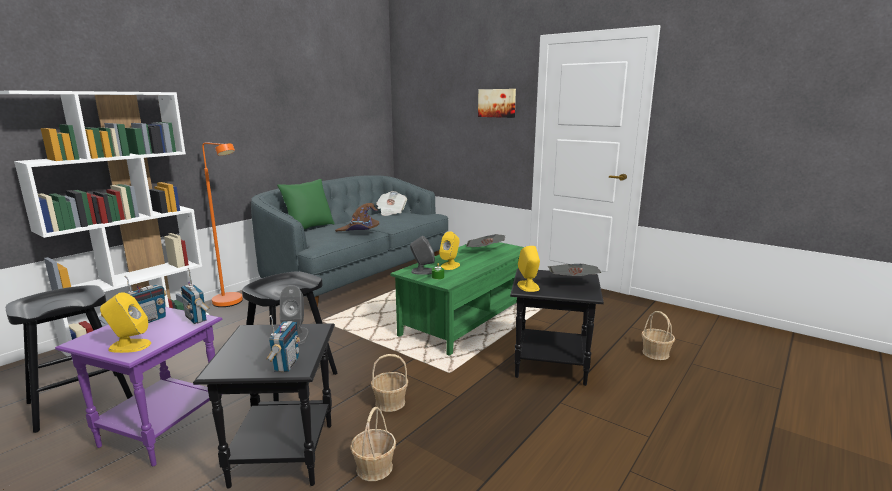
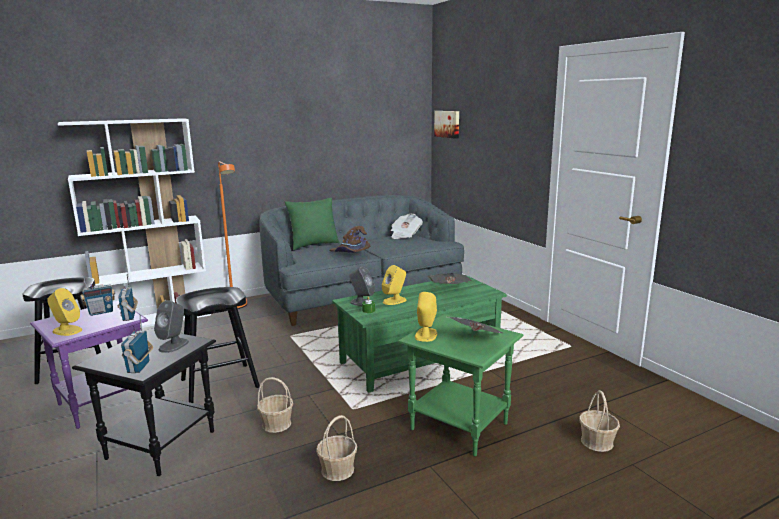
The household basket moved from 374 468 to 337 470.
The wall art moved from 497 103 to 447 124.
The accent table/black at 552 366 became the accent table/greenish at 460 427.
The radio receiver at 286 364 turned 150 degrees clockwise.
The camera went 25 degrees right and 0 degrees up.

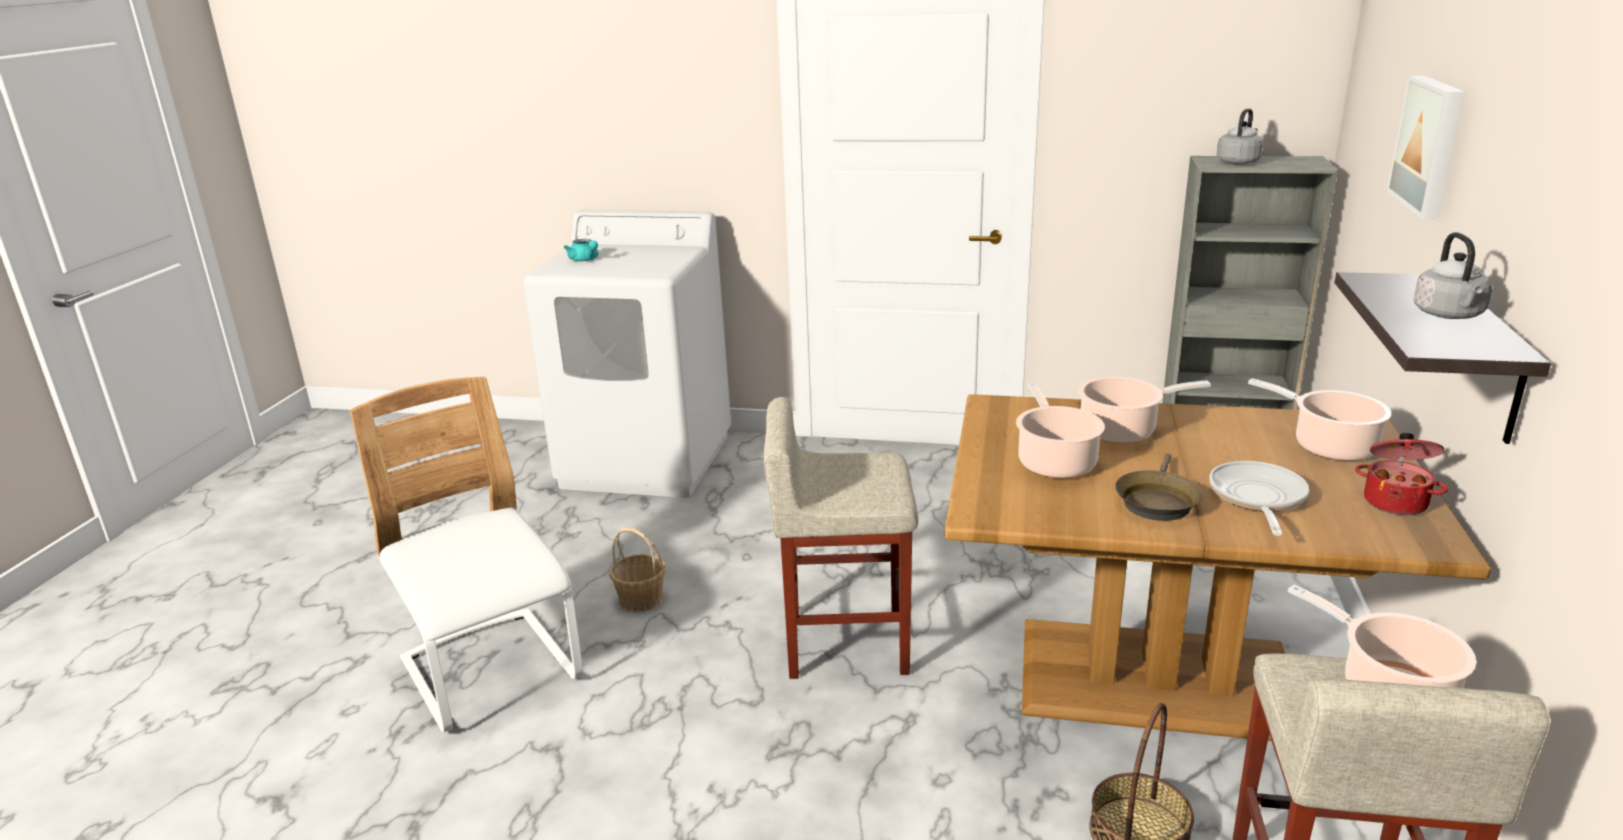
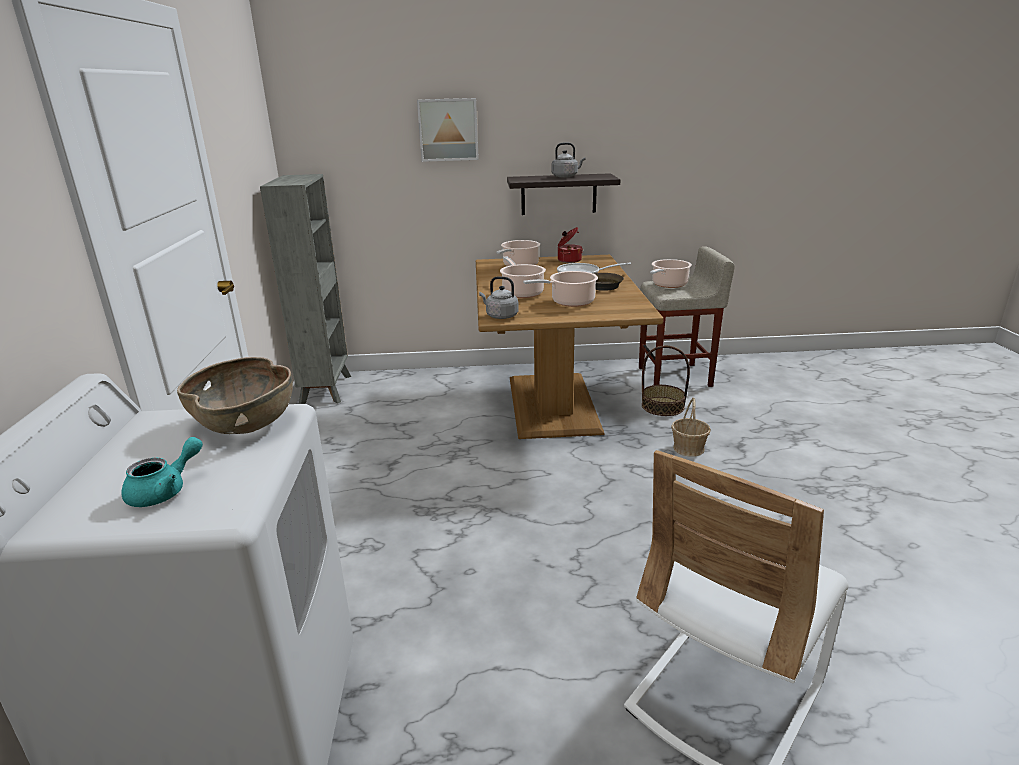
The stool/beige-coloured at 844 642 disappeared.
The deep dish/brown at 246 423 appeared.
The household basket moved from 641 599 to 688 448.
The water kettle/grey moved from 1239 162 to 500 316.
The camera went 105 degrees left and 0 degrees up.

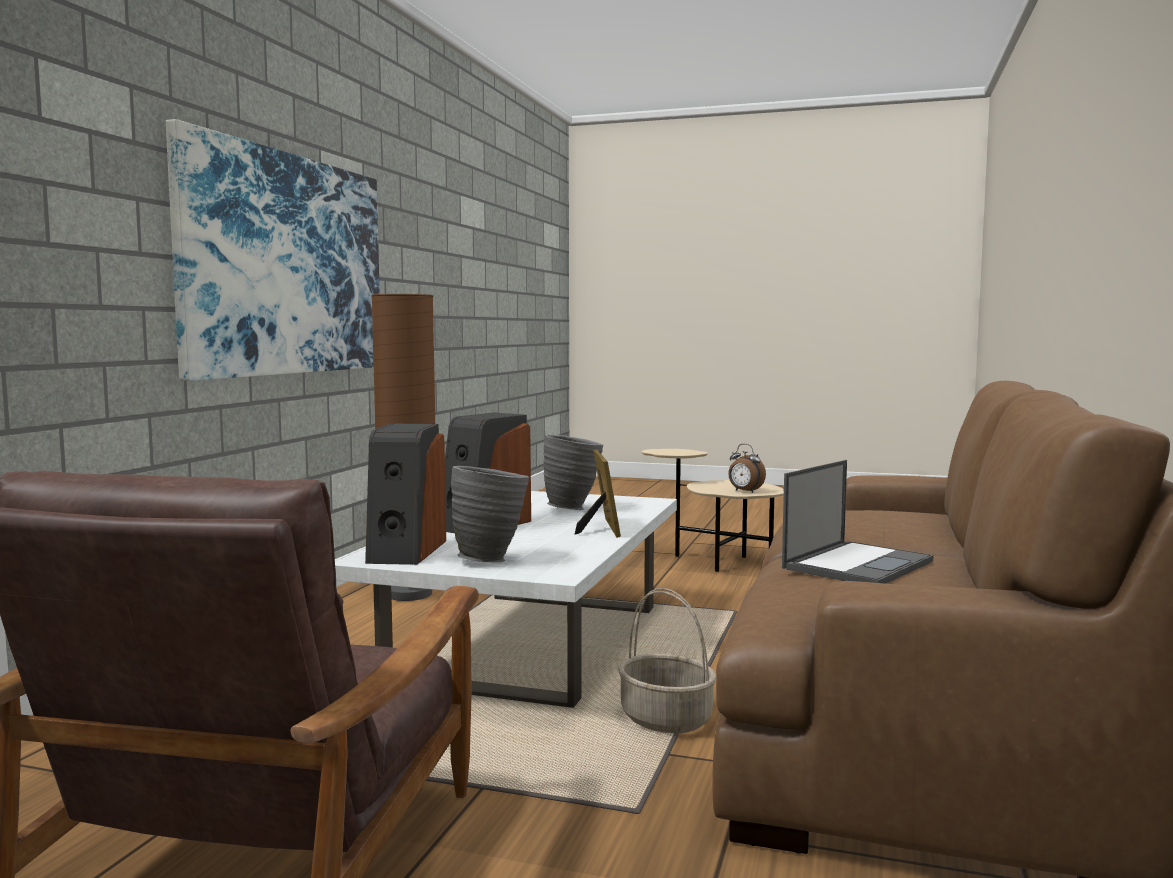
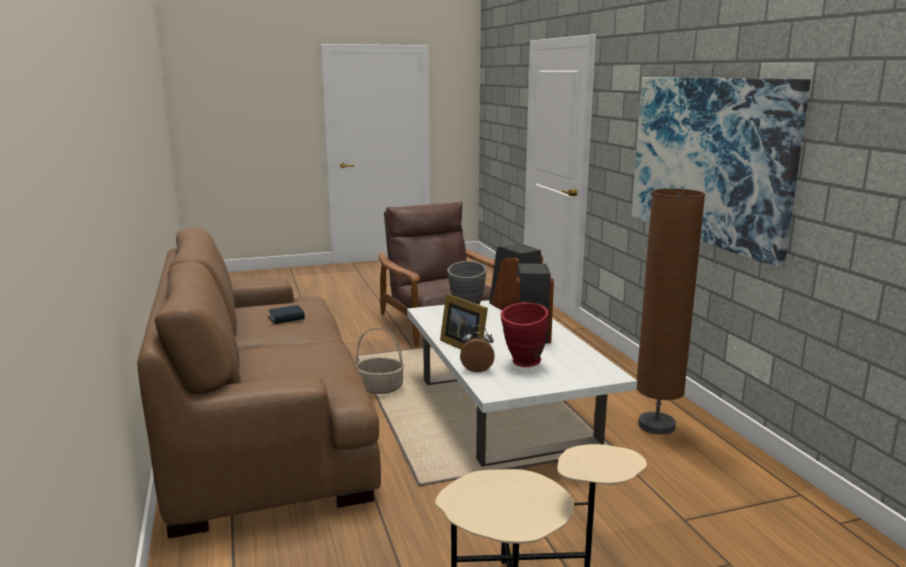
The bedside clock moved from 745 491 to 477 369.
The notebook computer at 858 564 was replaced by the book at 286 318.
The flower vase/grey at 574 508 became the flower vase/red-coloured at 523 364.
The camera went 145 degrees right and 10 degrees up.

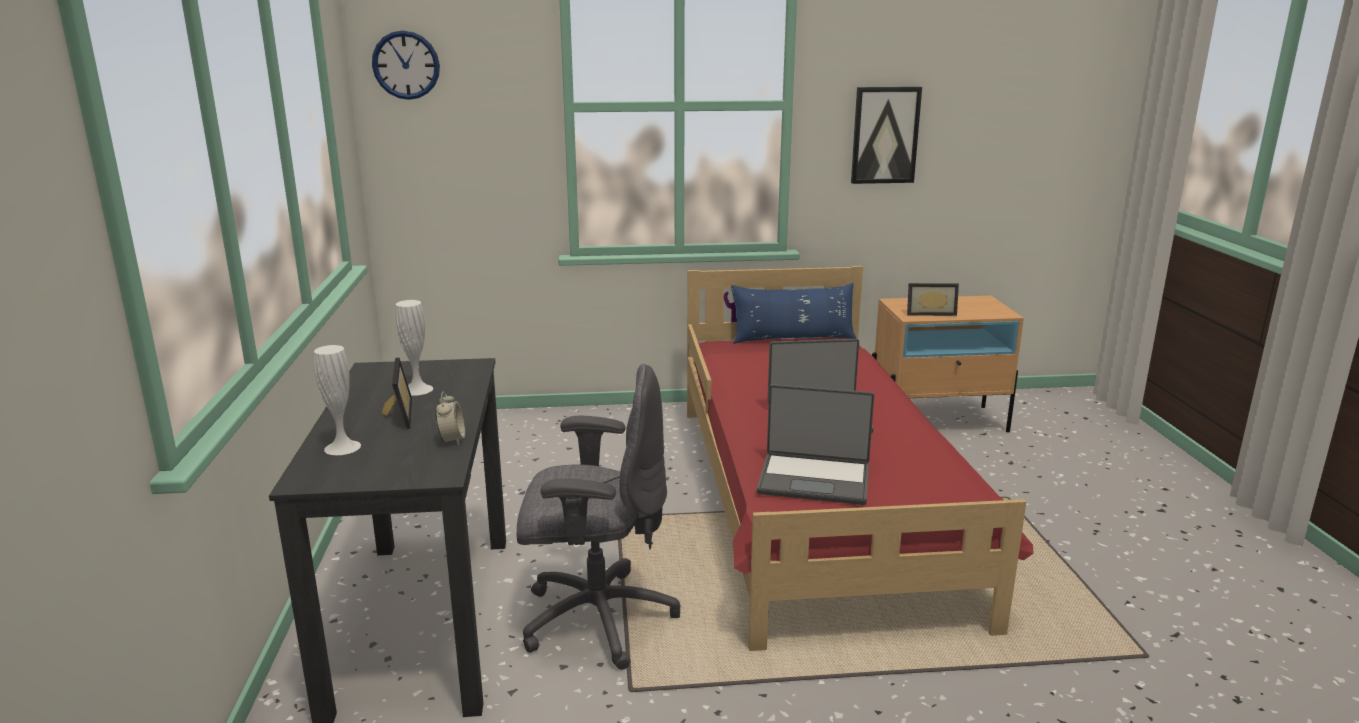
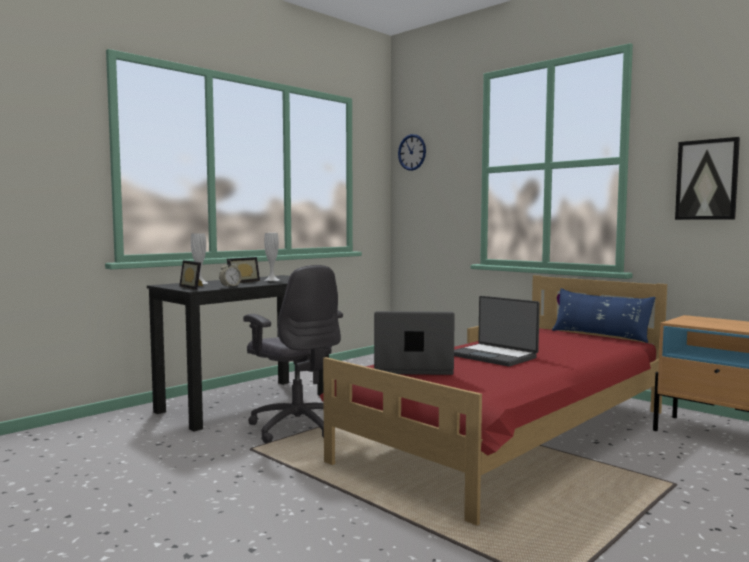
The picture frame moved from 930 313 to 194 287.
The notebook computer at 814 480 turned 120 degrees clockwise.
The camera went 50 degrees right and 15 degrees down.

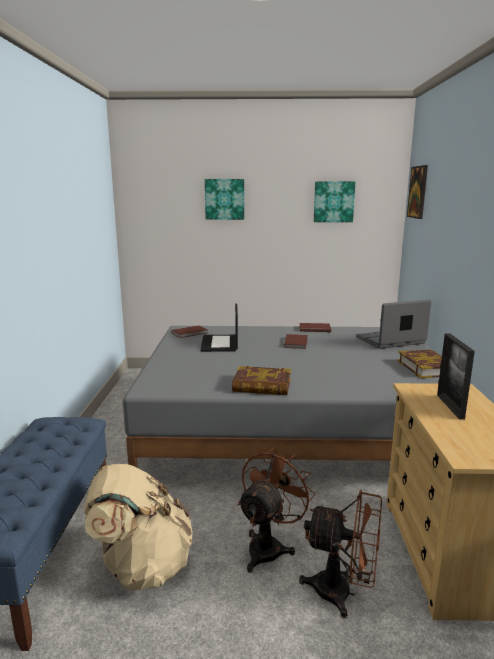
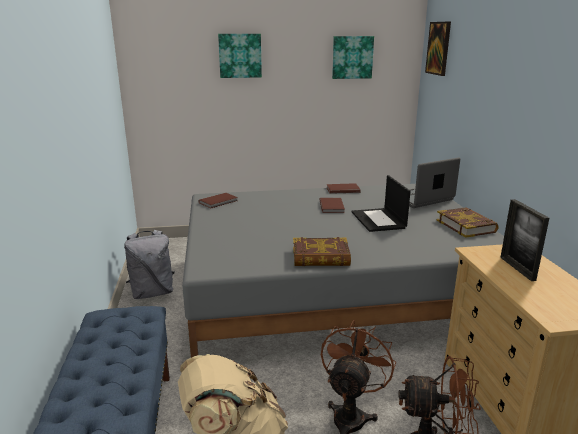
The backpack/grey at 152 293 appeared.
The notebook computer moved from 220 343 to 379 220.
The camera went 10 degrees left and 5 degrees up.

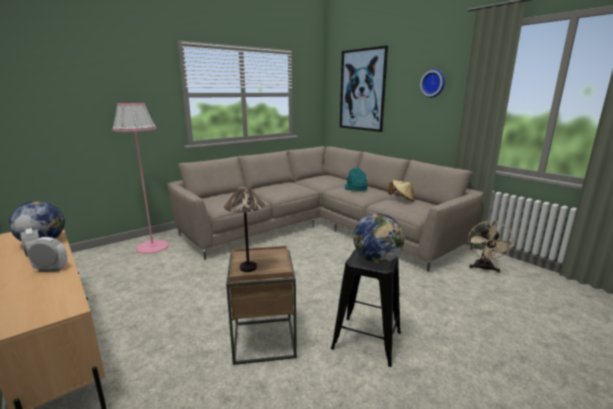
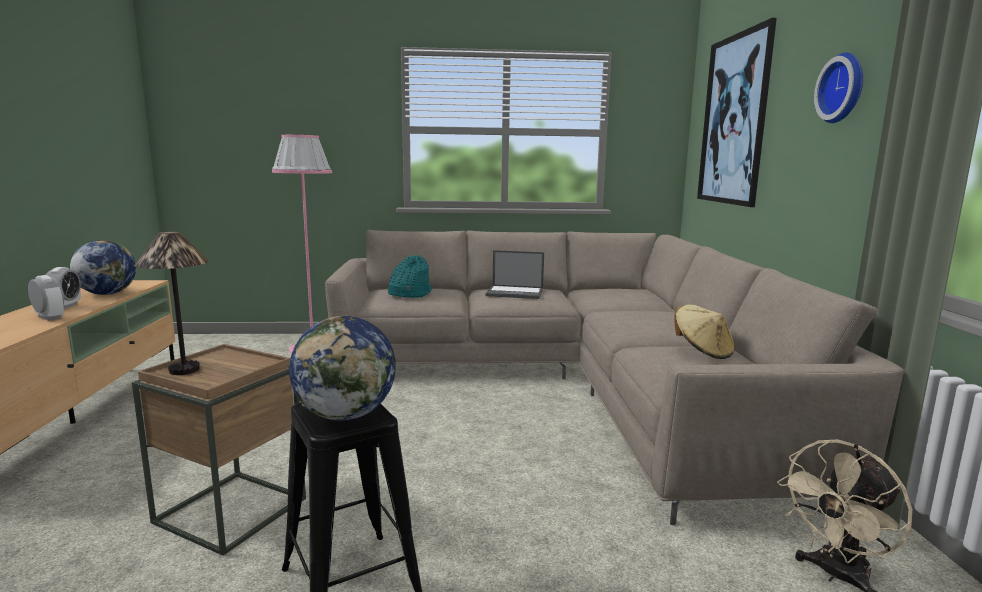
The notebook computer at 515 293 appeared.
The wearable hat/turquoise moved from 356 188 to 409 294.
The camera went 35 degrees right and 5 degrees down.

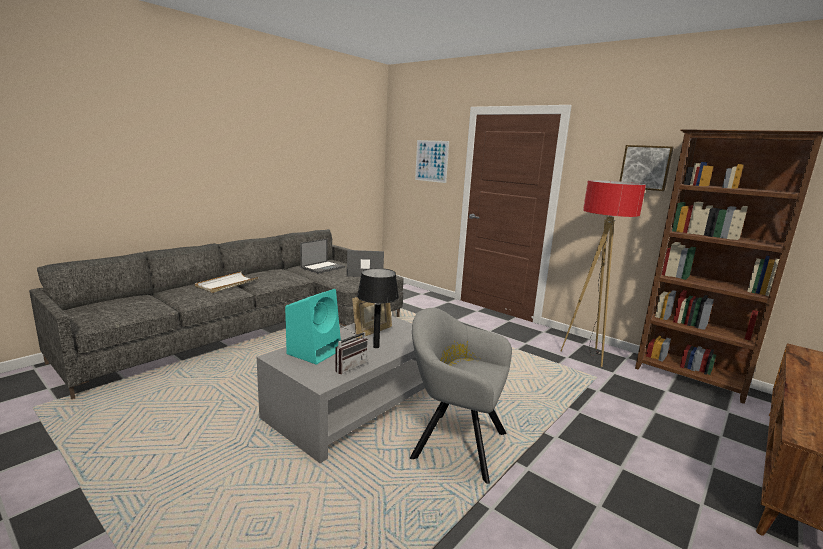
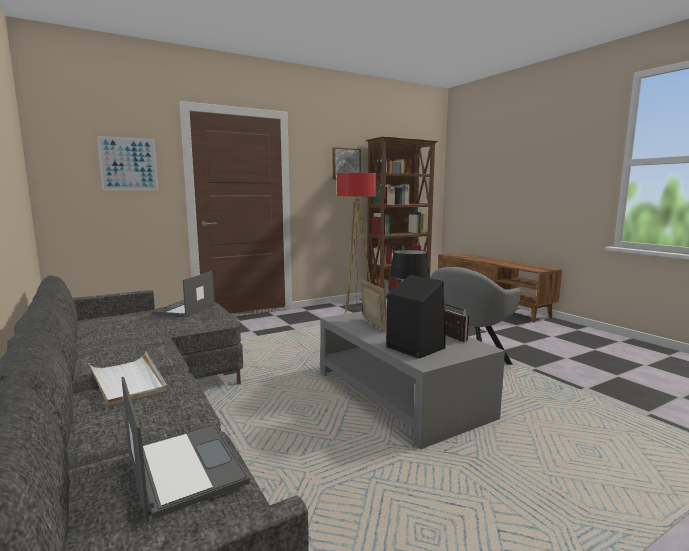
The notebook computer moved from 323 267 to 184 467.
The audio speaker/turquoise at 315 351 became the audio speaker/black at 414 347.
The camera went 70 degrees left and 5 degrees down.

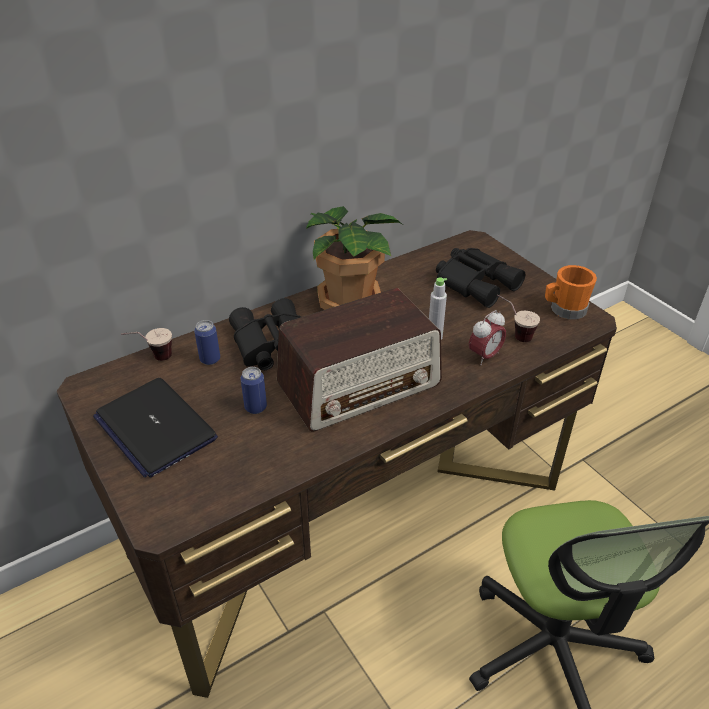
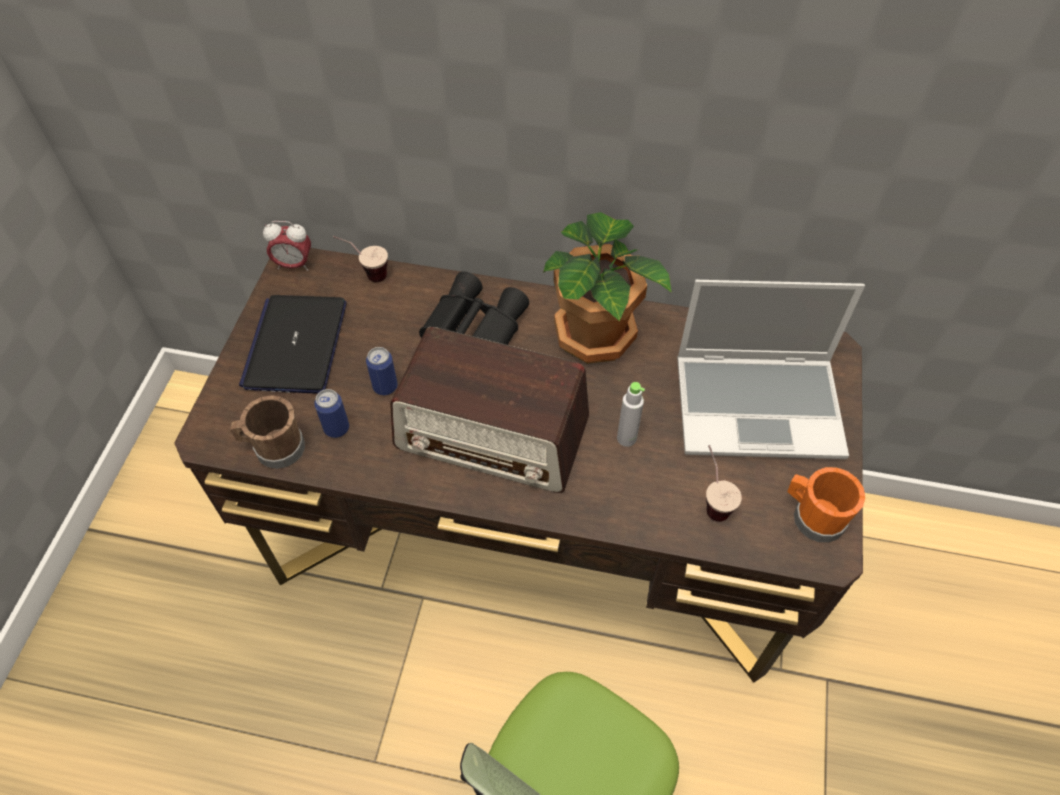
The mug/brown at 274 448 appeared.
The sealed can moved from 210 359 to 336 428.
The bedside clock moved from 484 356 to 294 265.
The pair of binoculars/black at 476 282 was replaced by the notebook computer at 759 406.
The camera went 45 degrees right and 15 degrees up.

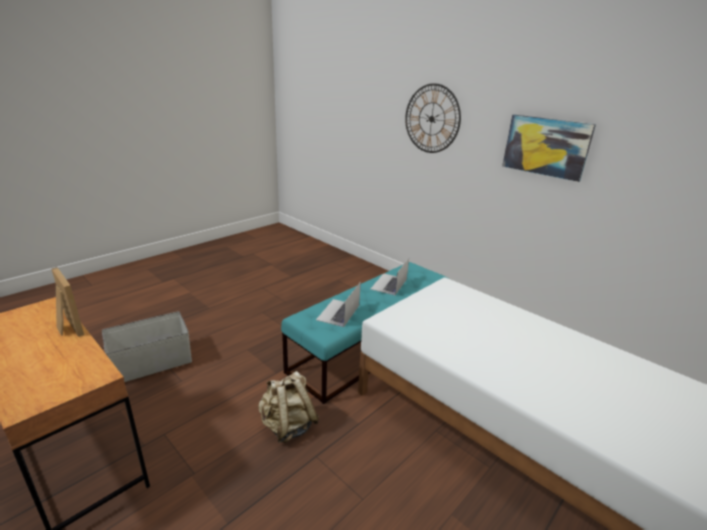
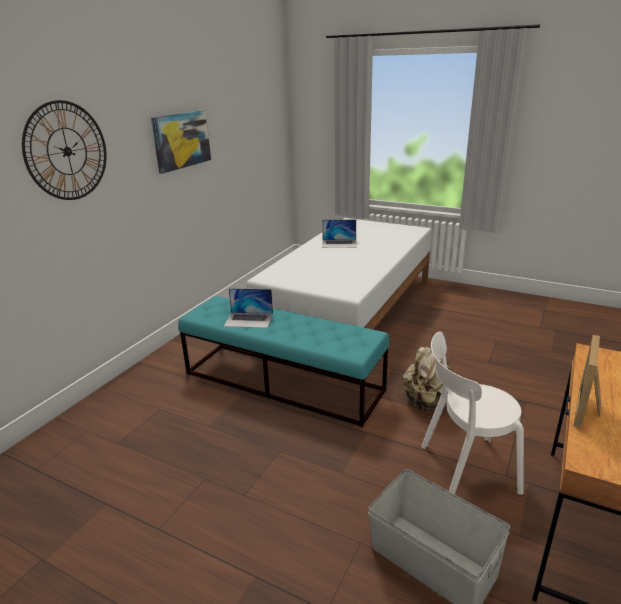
The upright chair/white at 464 468 appeared.
The notebook computer moved from 338 312 to 339 243.
The camera went 105 degrees left and 0 degrees up.

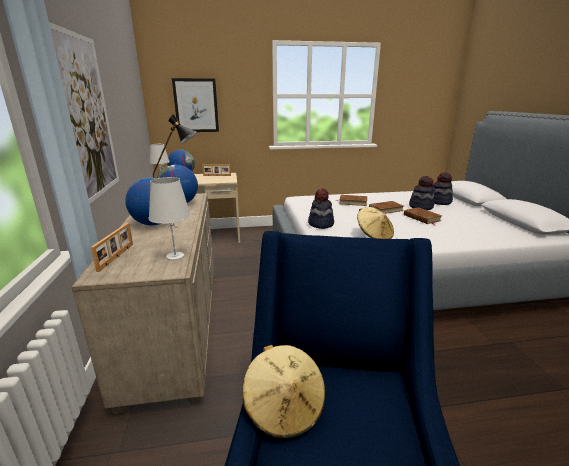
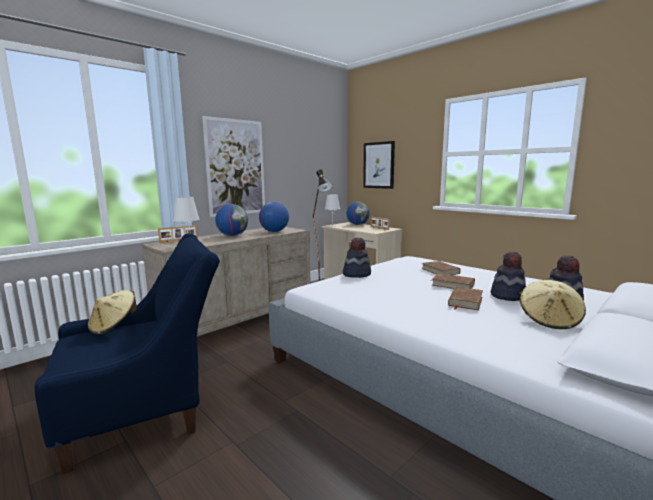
The wearable hat/beige-coloured moved from 374 236 to 550 320.
The camera went 55 degrees right and 10 degrees down.

